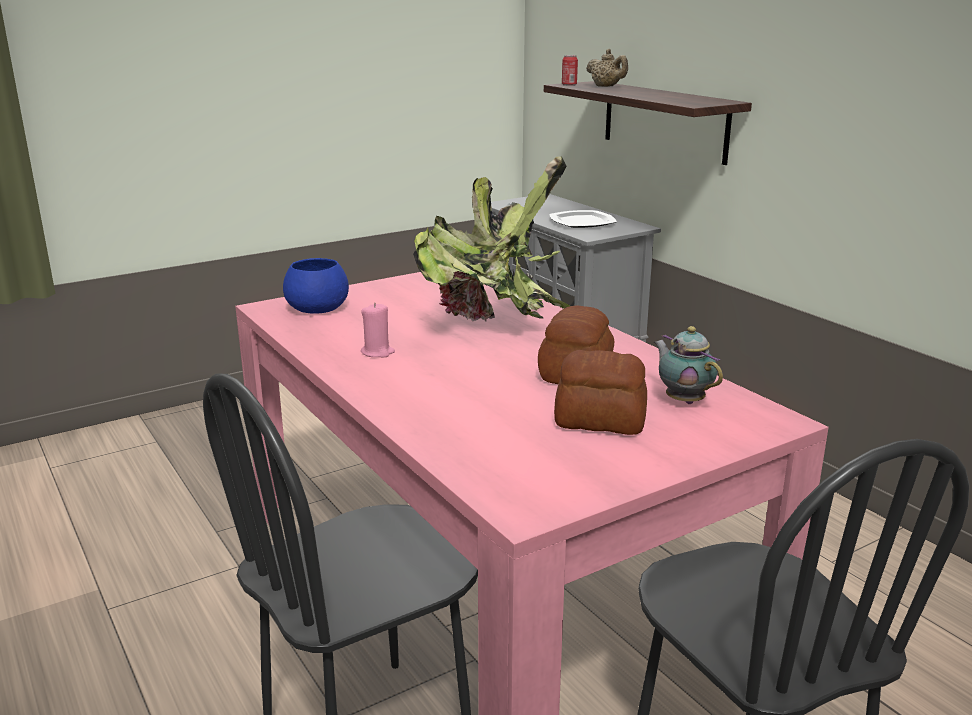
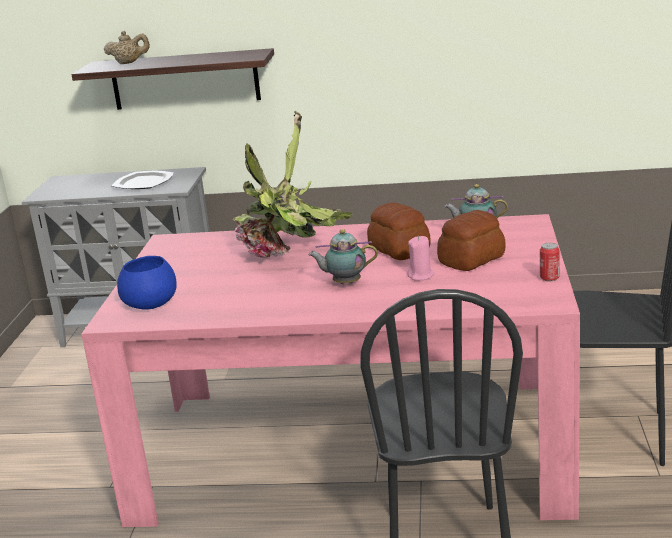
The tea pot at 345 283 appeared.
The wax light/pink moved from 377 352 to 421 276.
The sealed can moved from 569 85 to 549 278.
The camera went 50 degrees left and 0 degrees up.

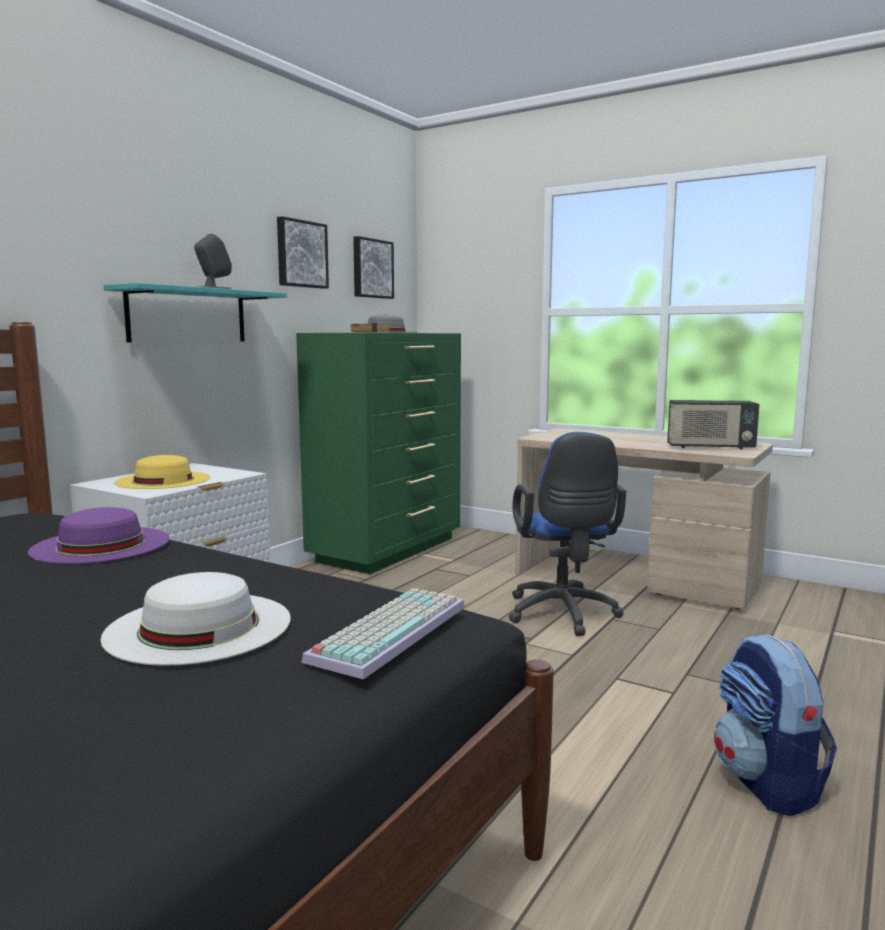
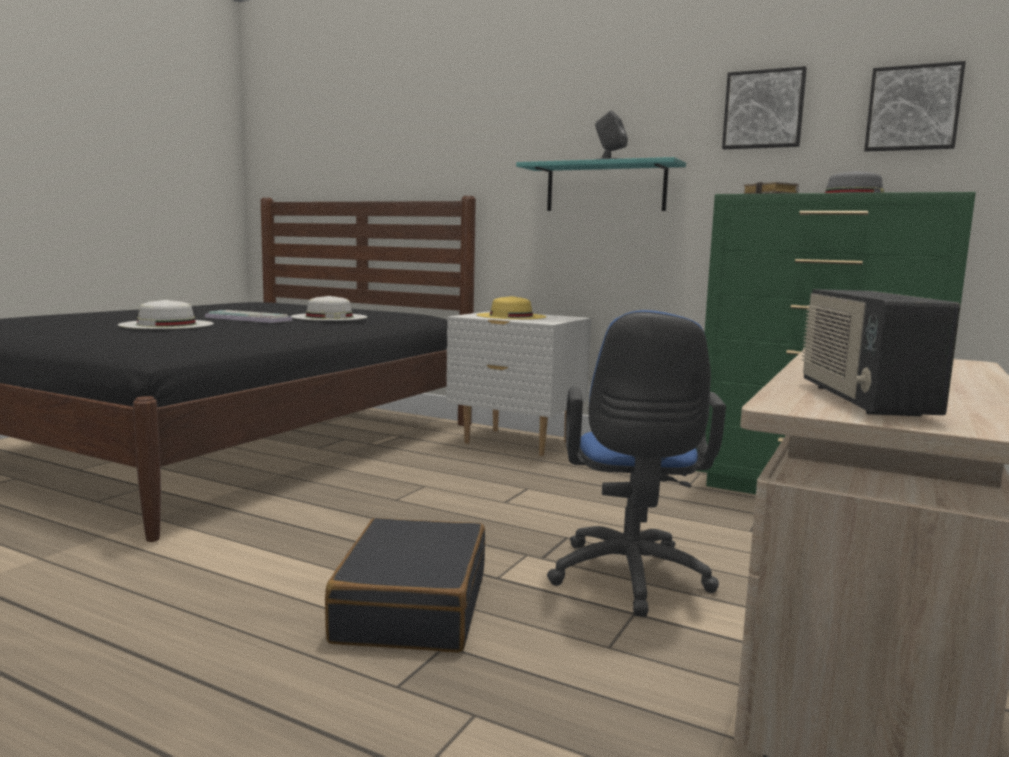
The backpack at 767 783 disappeared.
The piece of luggage/black at 411 606 appeared.
The keyboard moved from 388 631 to 250 319.
The wearable hat/purple at 101 544 became the wearable hat/white at 329 317.
The desk chair/blue-coloured at 563 615 turned 75 degrees counterclockwise.
The camera went 85 degrees right and 0 degrees up.

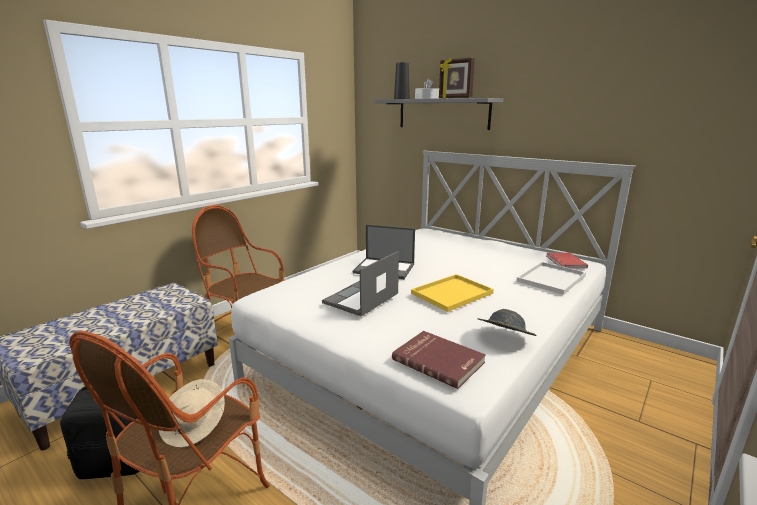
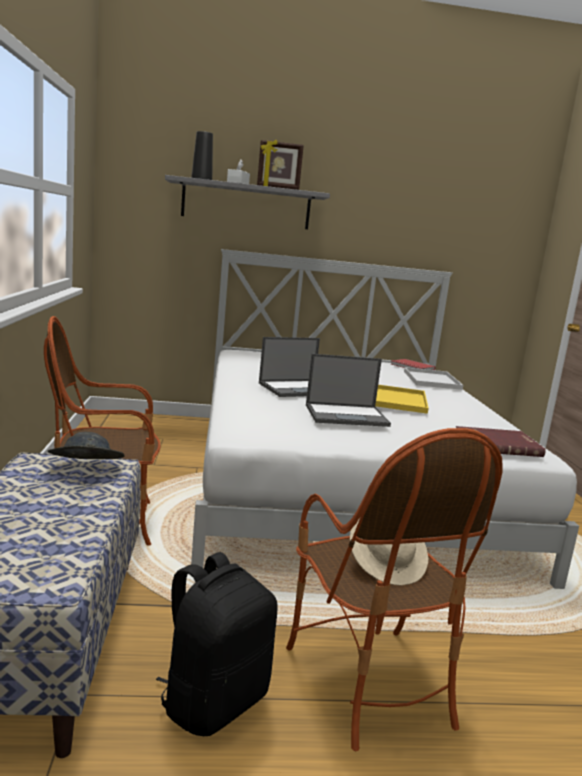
The wearable hat/grey moved from 504 339 to 85 470.
The notebook computer at 360 298 turned 90 degrees counterclockwise.
The camera went 45 degrees left and 5 degrees down.

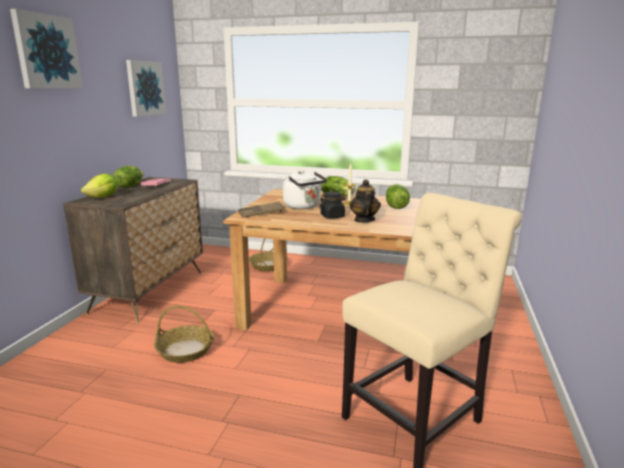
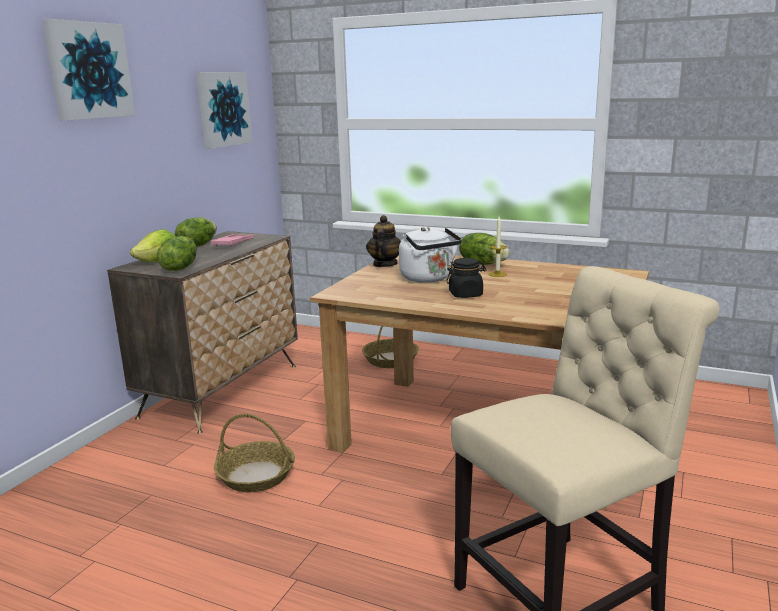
The carrying tray/brown at 261 213 disappeared.
The tea pot moved from 364 220 to 384 264.
The lettuce moved from 395 207 to 179 268.
The camera went 10 degrees right and 0 degrees up.

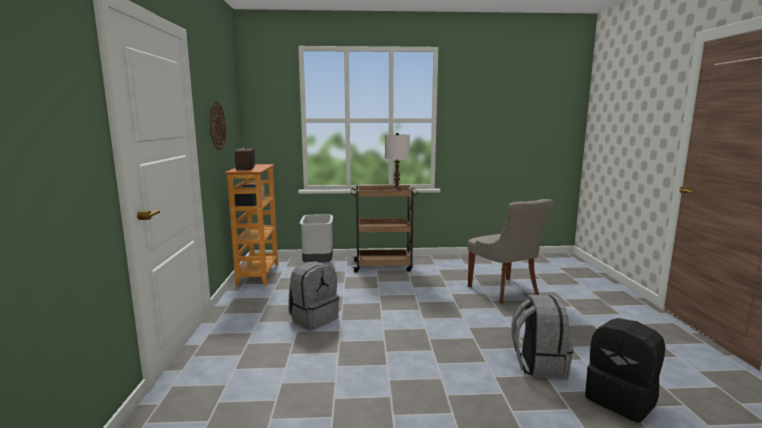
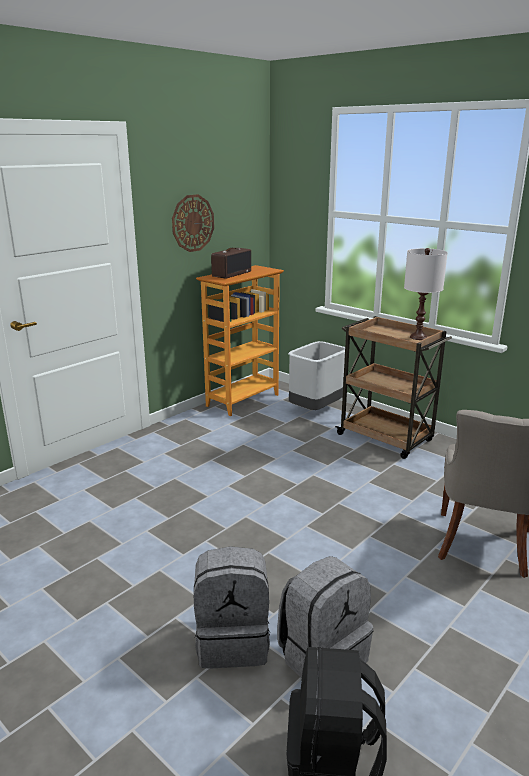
The backpack/grey moved from 314 319 to 233 641.
The camera went 45 degrees right and 10 degrees up.

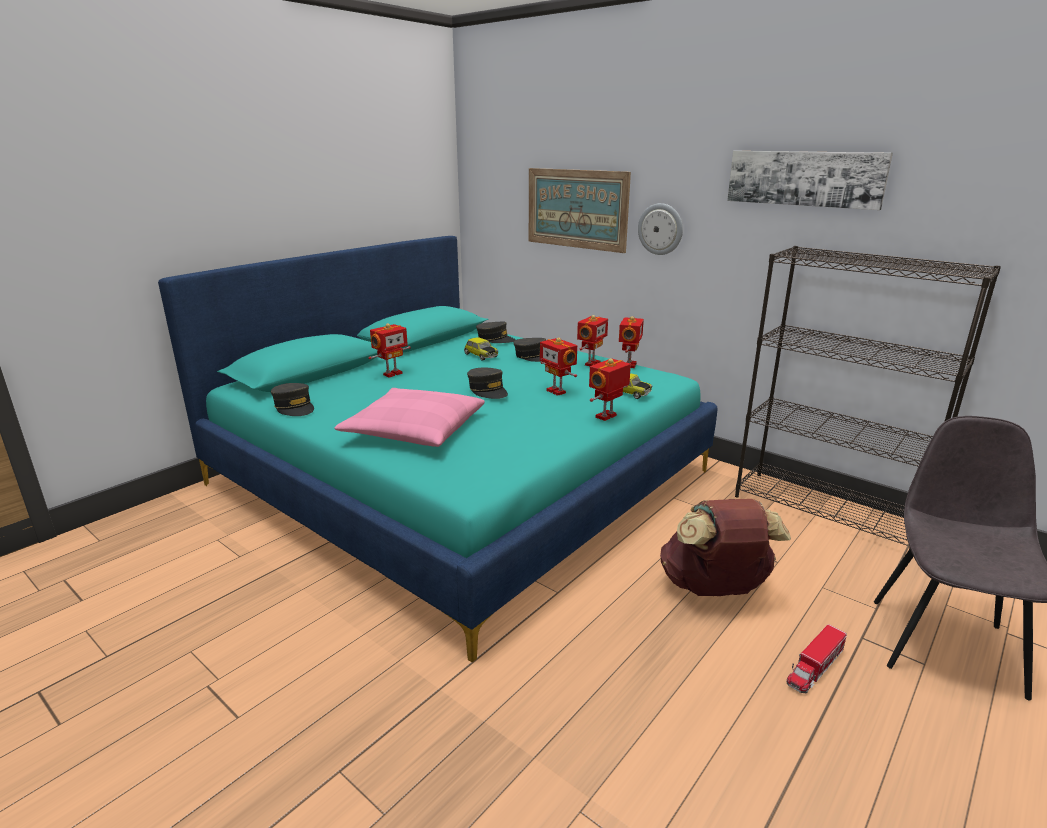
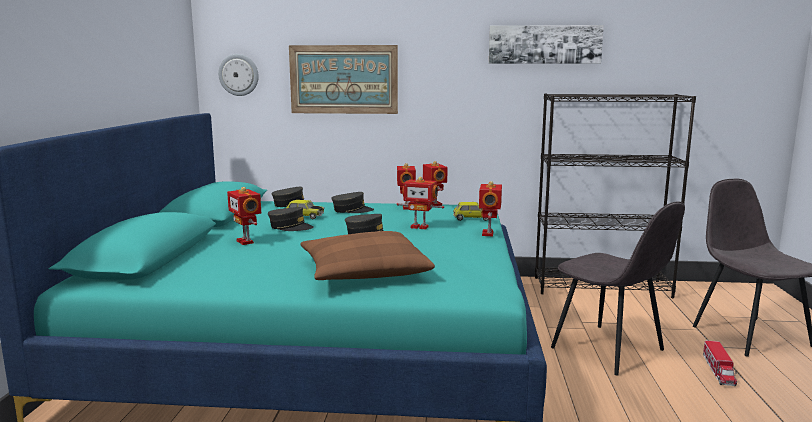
The cap/grey moved from 294 407 to 290 227.
The wall clock moved from 660 229 to 239 75.
The backpack/brown at 714 589 was replaced by the upright chair/grey at 610 350.
The throw pillow/pink at 414 430 became the throw pillow/brown at 363 271.
The model robot at 392 374 turned 135 degrees clockwise.
The camera went 35 degrees left and 10 degrees down.

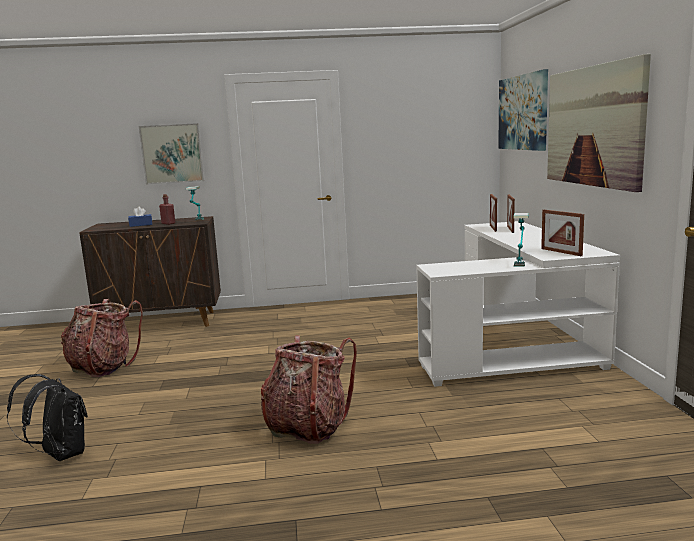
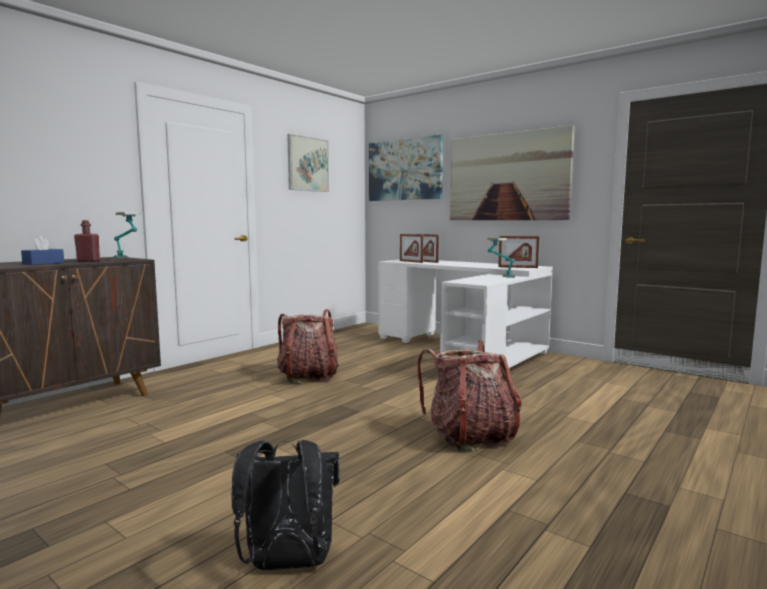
The backpack moved from 103 367 to 308 376.
The wall art moved from 172 154 to 308 164.
The camera went 45 degrees left and 5 degrees down.

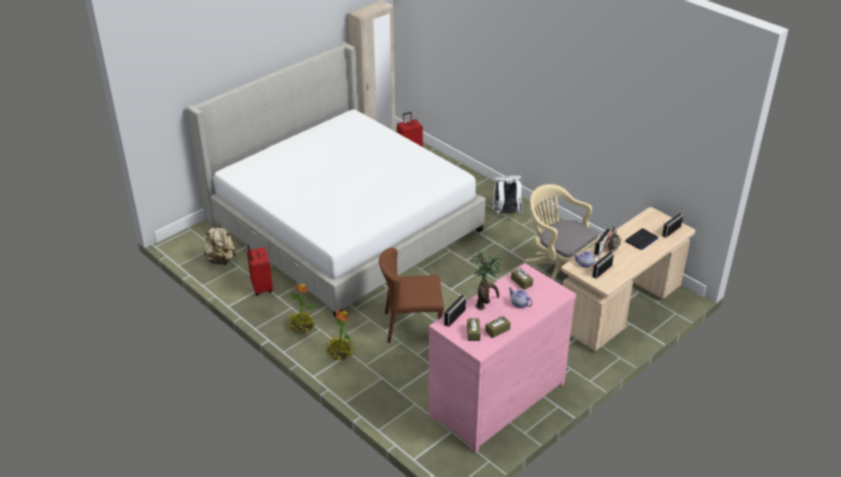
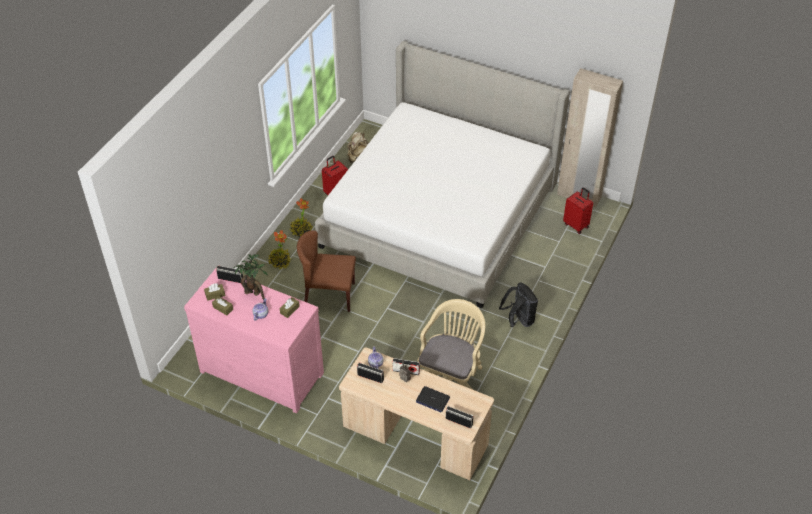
The backpack/white at 506 213 became the backpack/black at 519 320.
The upright chair/brown at 412 326 turned 60 degrees counterclockwise.
The camera went 70 degrees right and 10 degrees up.

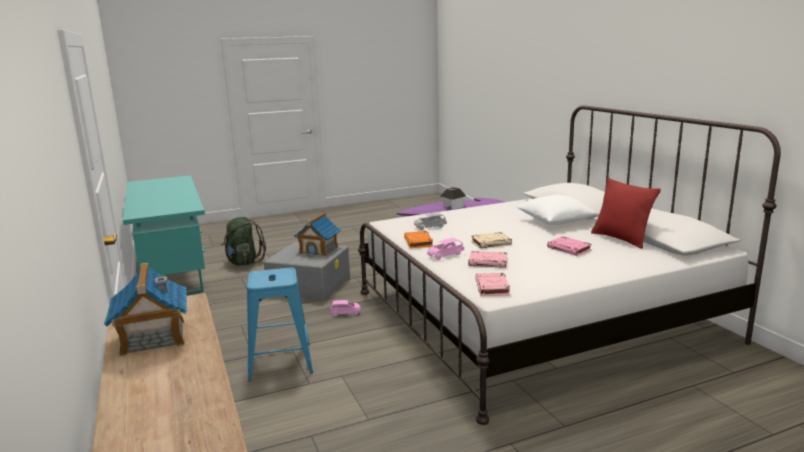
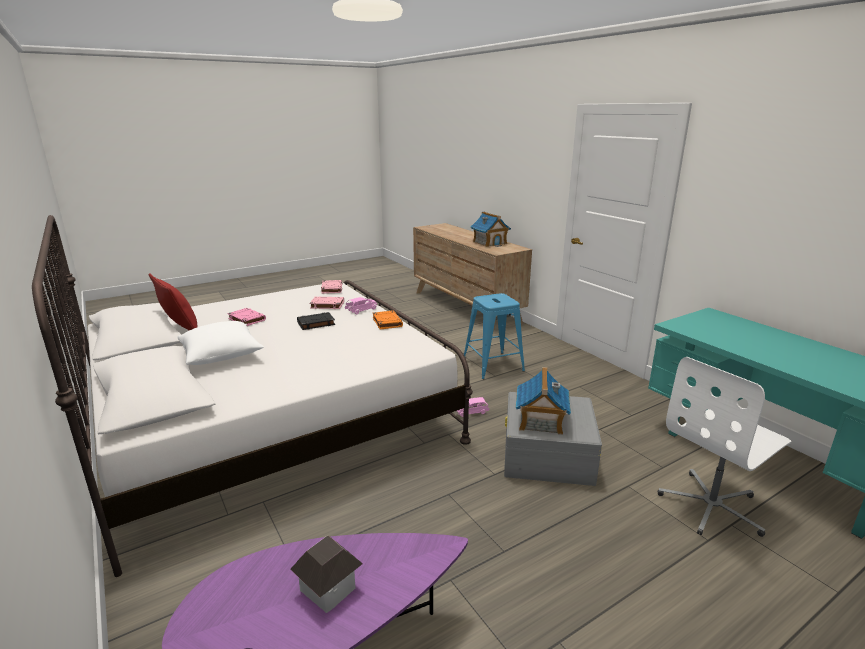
The toy car/grey at 429 227 disappeared.
The backpack/greenish at 243 262 was replaced by the desk chair/white at 712 506.
The book/beige-coloured at 491 243 became the book/black at 315 323.
The camera went 170 degrees right and 5 degrees up.

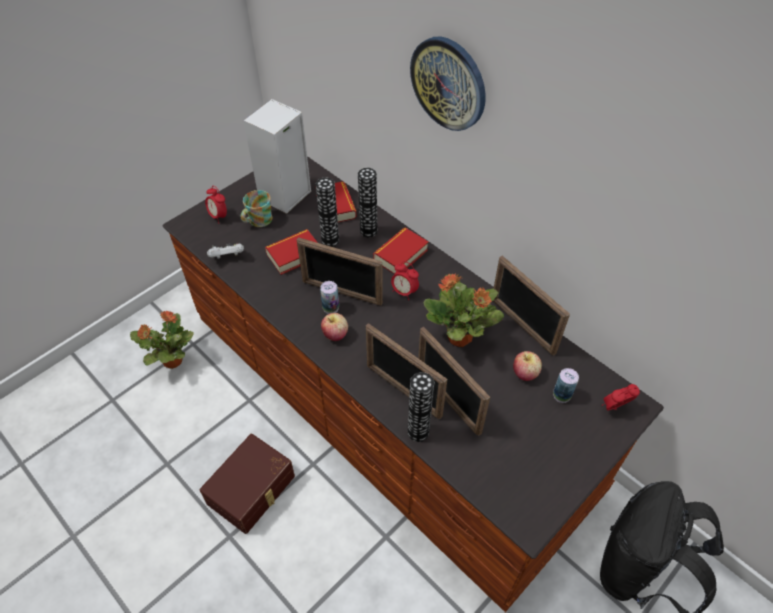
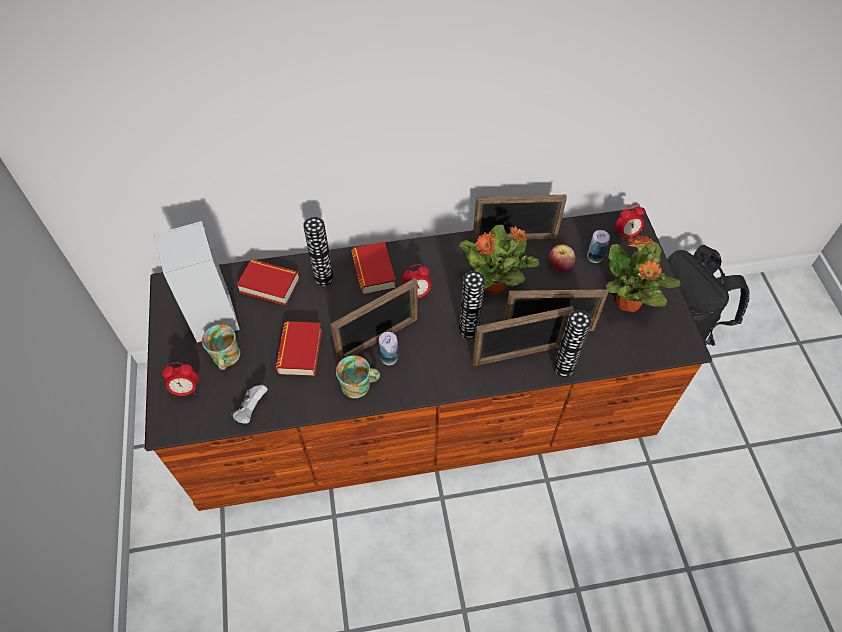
The storage container/brown at 253 490 disappeared.
The whole apple at 335 335 disappeared.
The wall clock at 449 83 disappeared.
The mug at 360 385 appeared.
The potted plant moved from 172 361 to 628 303.
The flower vase moved from 330 241 to 468 330.
The bedside clock at 614 408 turned 120 degrees counterclockwise.
The camera went 55 degrees left and 5 degrees up.

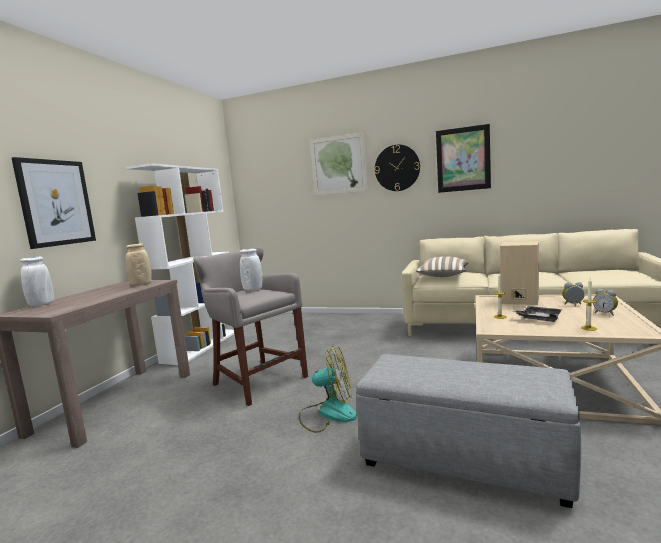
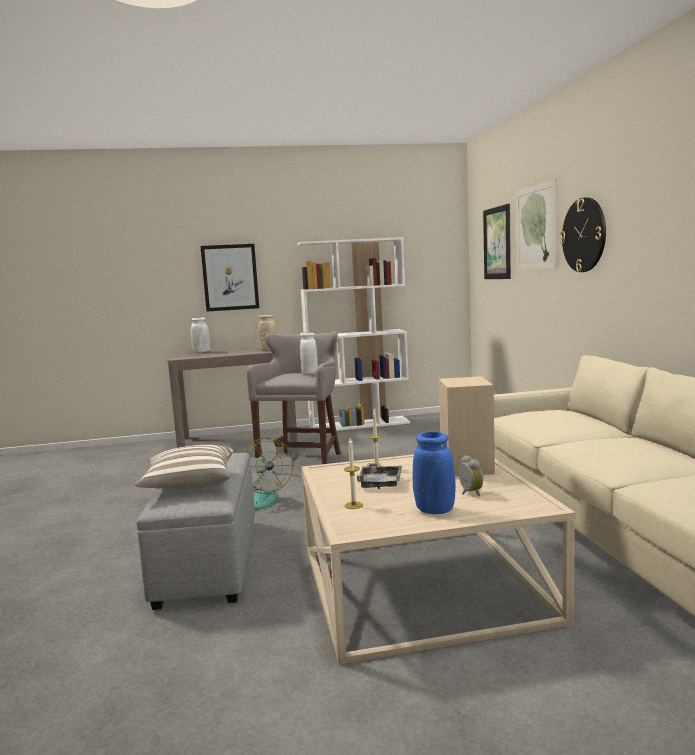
The throw pillow moved from 443 276 to 189 484.
The wall art moved from 463 159 to 497 243.
The bedside clock at 605 313 was replaced by the flower vase/blue-coloured at 434 510.
The camera went 60 degrees right and 0 degrees up.

